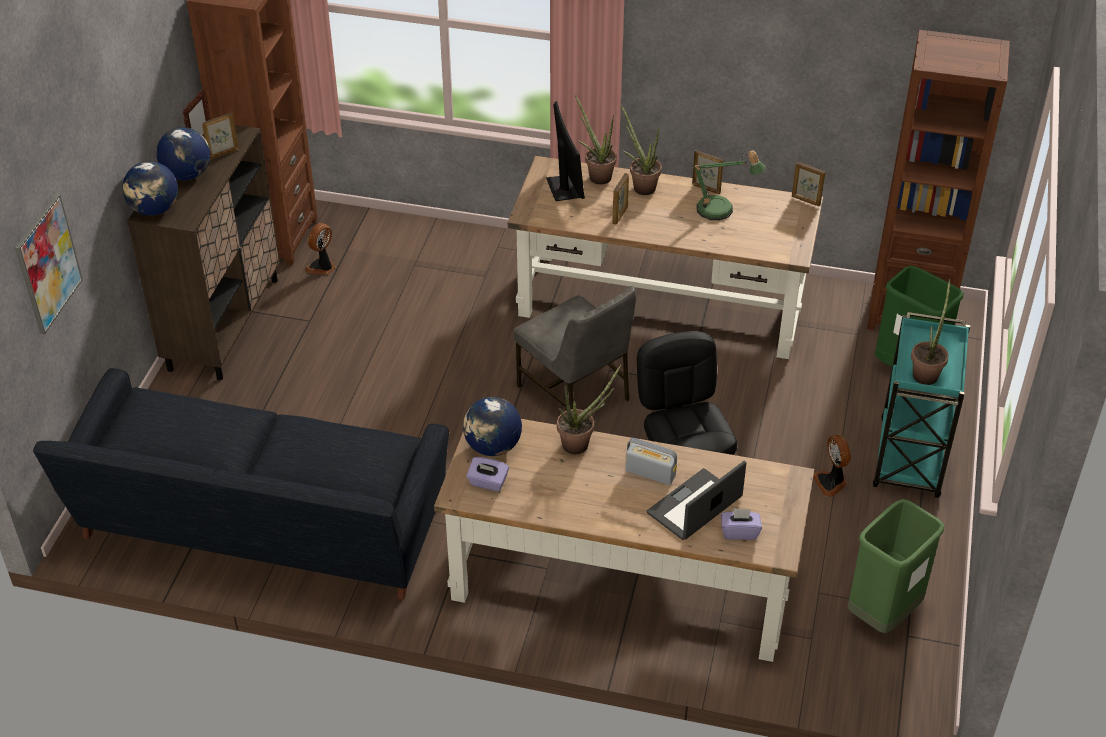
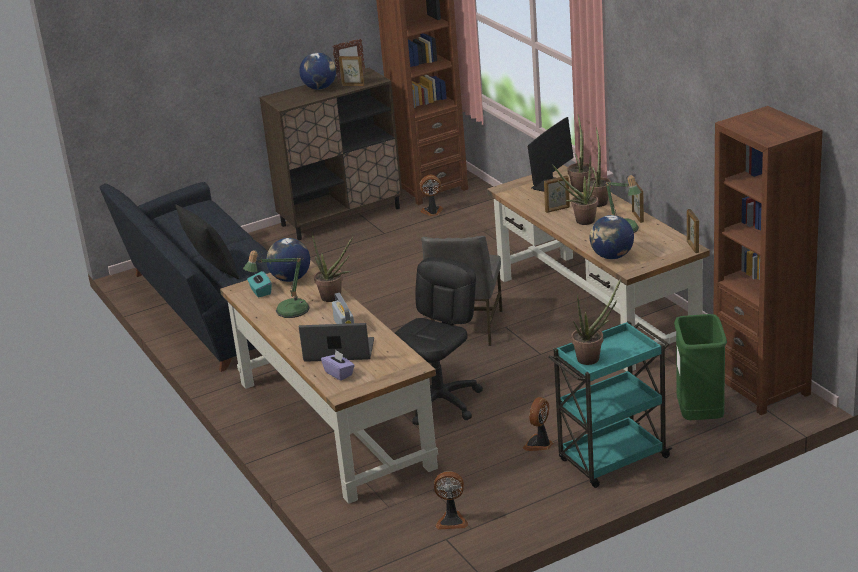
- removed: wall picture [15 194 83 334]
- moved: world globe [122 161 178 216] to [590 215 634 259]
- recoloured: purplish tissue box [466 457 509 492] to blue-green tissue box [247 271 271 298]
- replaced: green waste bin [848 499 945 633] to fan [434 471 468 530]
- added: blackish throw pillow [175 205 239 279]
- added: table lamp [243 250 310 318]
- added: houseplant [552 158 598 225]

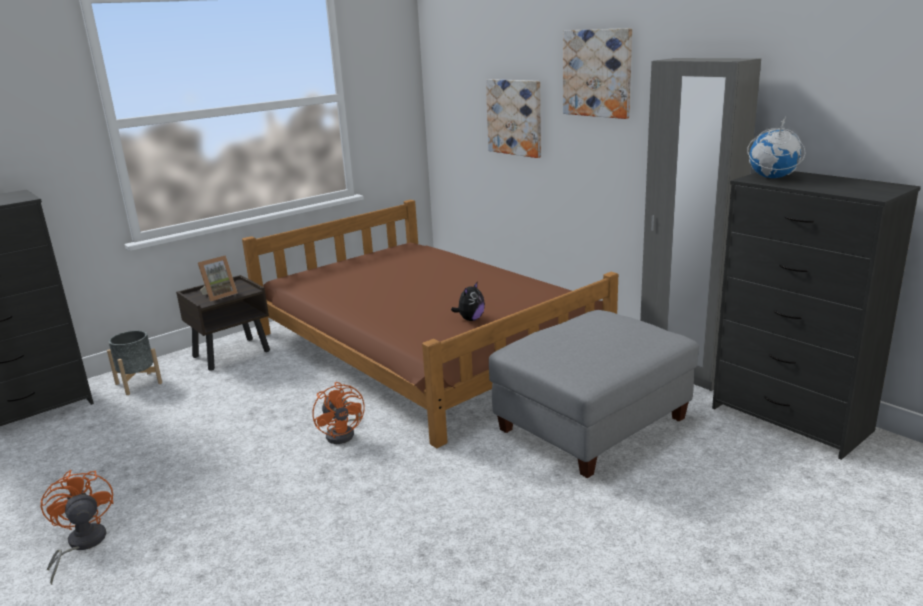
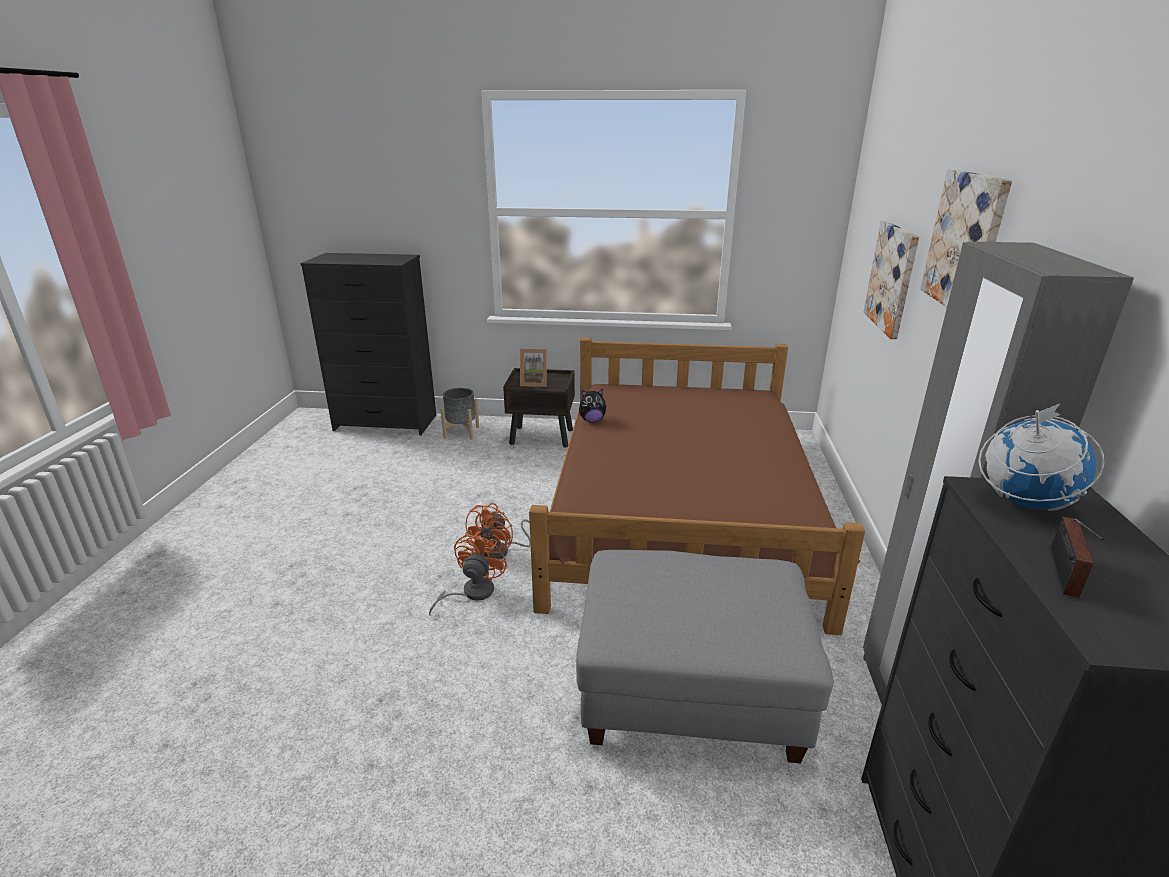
- moved: orangey fan [41 470 114 585] to [429 531 507 615]
- moved: cuddly toy [451 281 485 321] to [579 389 607 422]
- added: radio set [1050 516 1104 598]

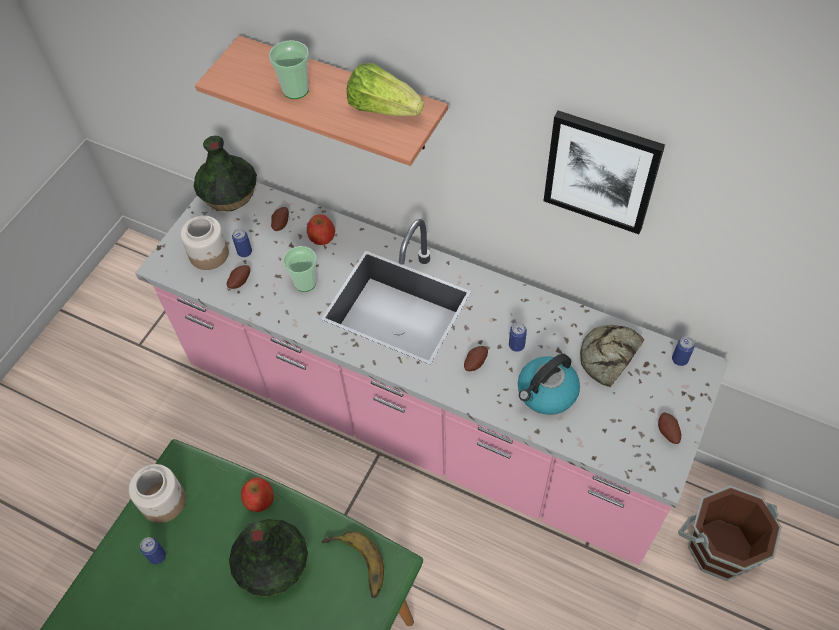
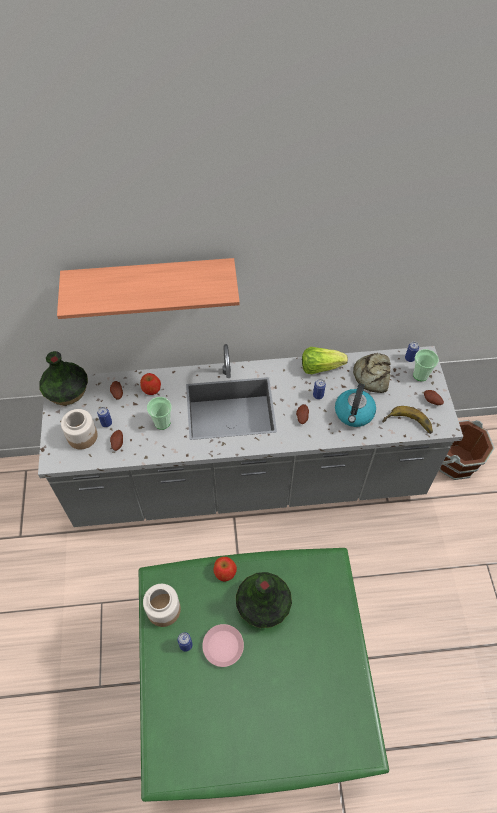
- recoloured: pink-coloured kitchen base unit [135 182 729 565] to grey kitchen base unit [38 344 463 527]
- moved: drinking cup [269 40 309 99] to [413 349 439 381]
- moved: banana [322 531 384 598] to [382 406 433 434]
- moved: head of lettuce [347 63 424 116] to [302 347 348 374]
- removed: wall picture [544 111 665 234]
- added: pink-coloured plate [202 624 244 667]

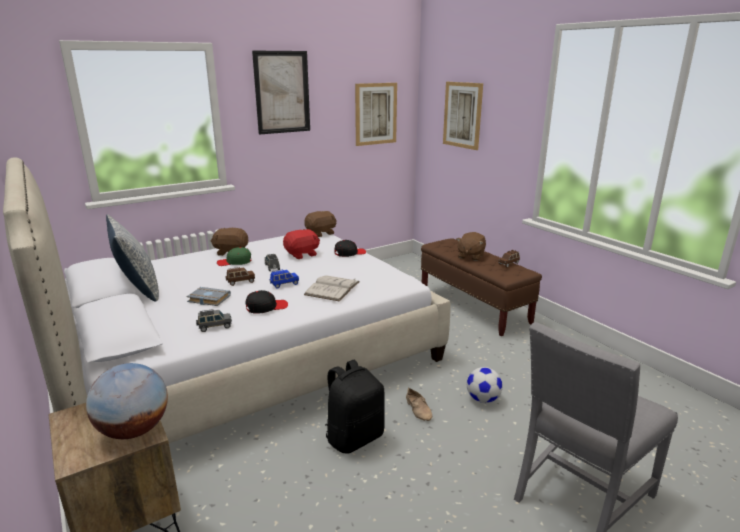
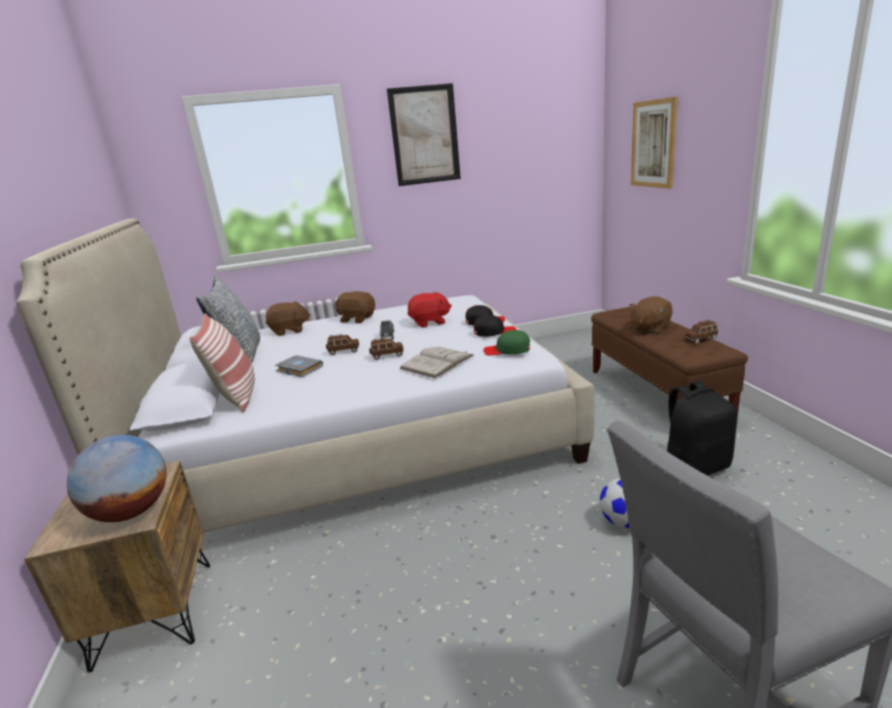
- removed: grey model car [196 309 232 332]
- moved: green baseball cap [217 247 251 266] to [483 330 530 356]
- moved: blackish baseball cap [246 290 288 314] to [474 315 516 337]
- recoloured: blue model car [270 269 299 289] to brown model car [369 338 404 360]
- moved: brown cuddly toy [304 211 337 237] to [266 301 311 336]
- moved: blackish backpack [325 360 385 454] to [667 381 738 475]
- removed: wall picture [355 83 397 146]
- removed: sand-coloured shoe [406 388 432 421]
- added: throw pillow [189 313 255 412]

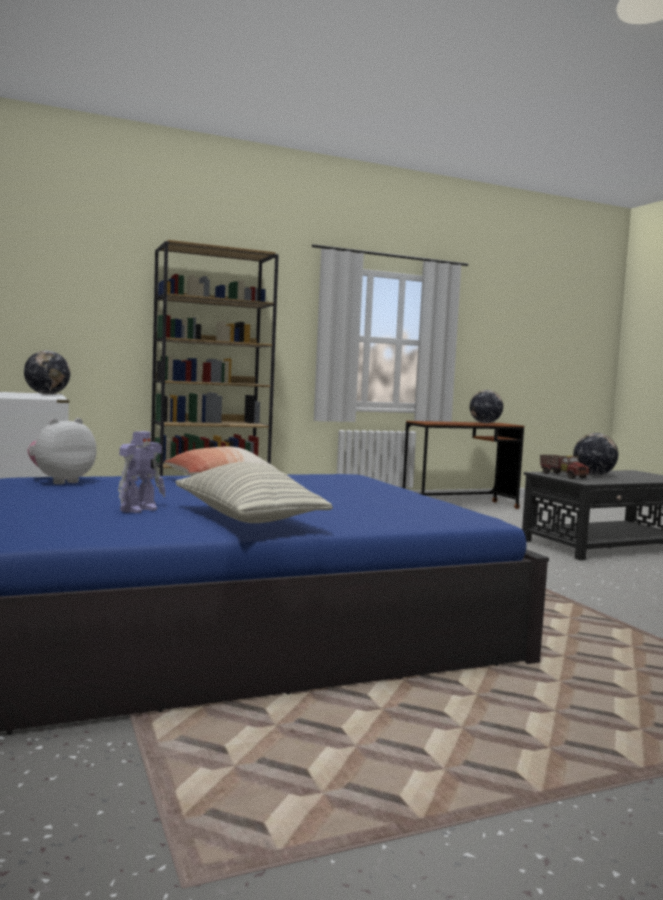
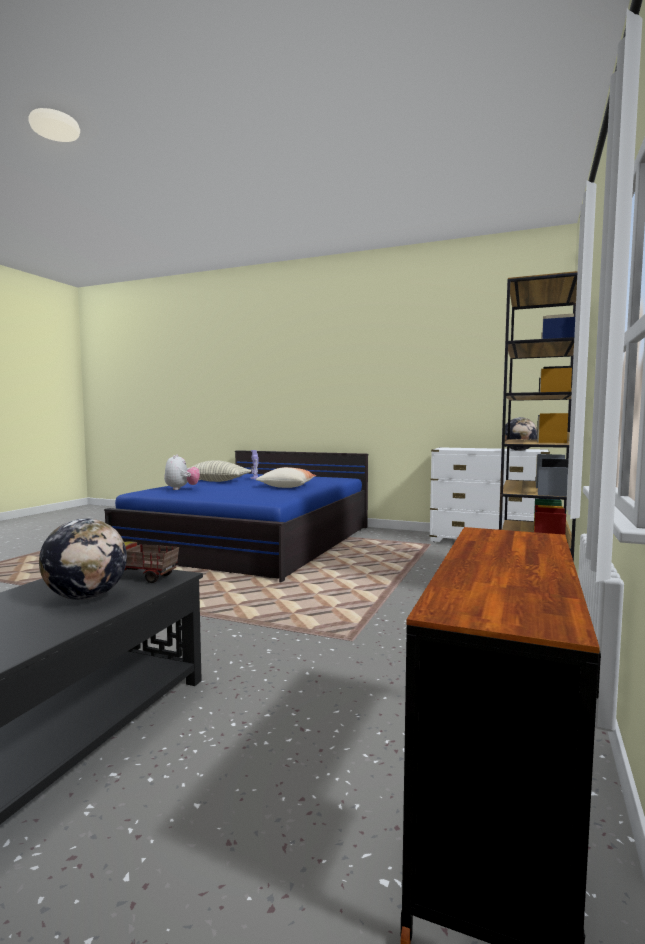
- moved: cuddly toy [27 418 97 484] to [164 454 200 490]
- removed: world globe [470 390 503 423]

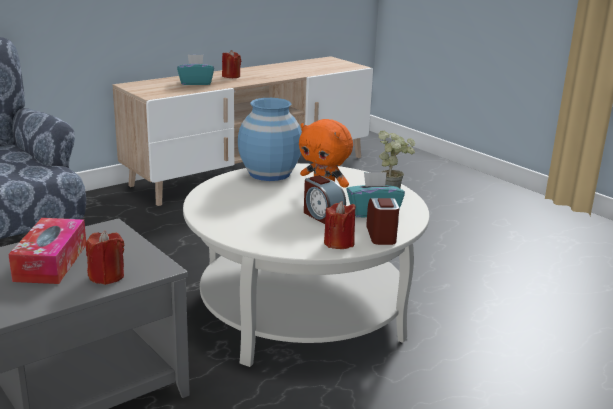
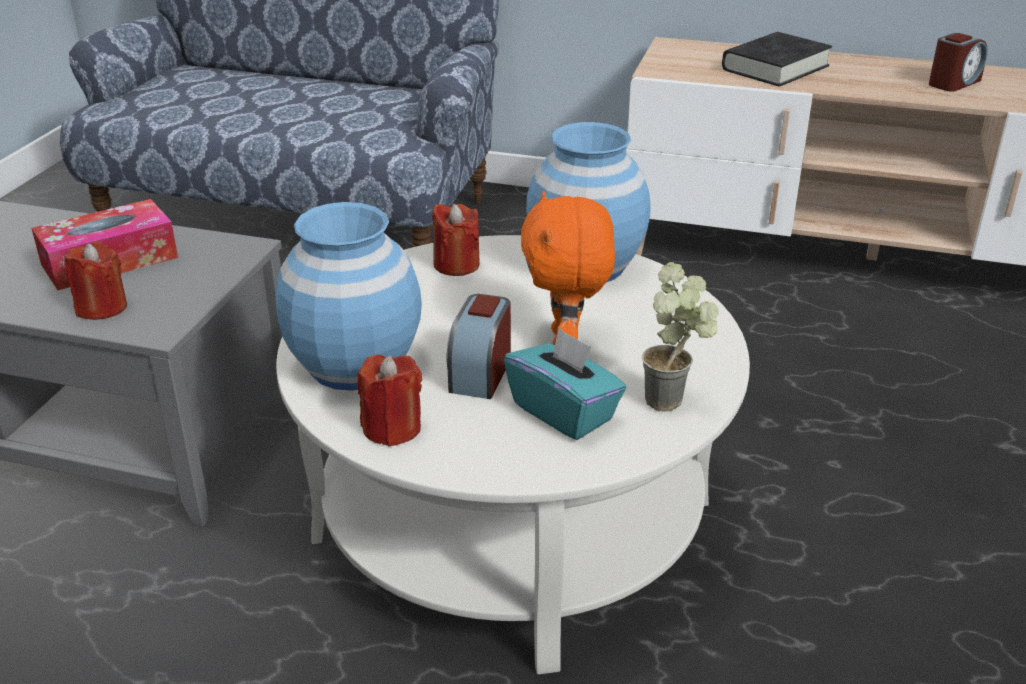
- replaced: blue-green tissue box [177 55 214 85] to blackish volume [722 32 832 87]
- moved: red wax light [222 50 241 78] to [432 204 480 276]
- moved: table clock [366 198 399 245] to [929 33 987 92]
- added: blue vase [275 202 422 391]

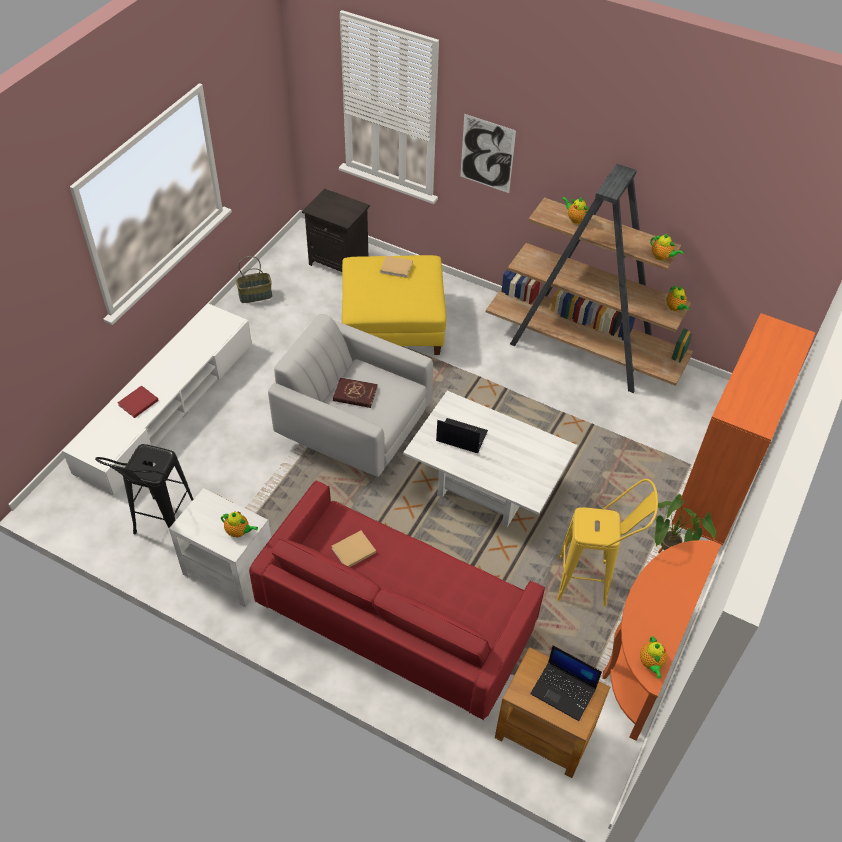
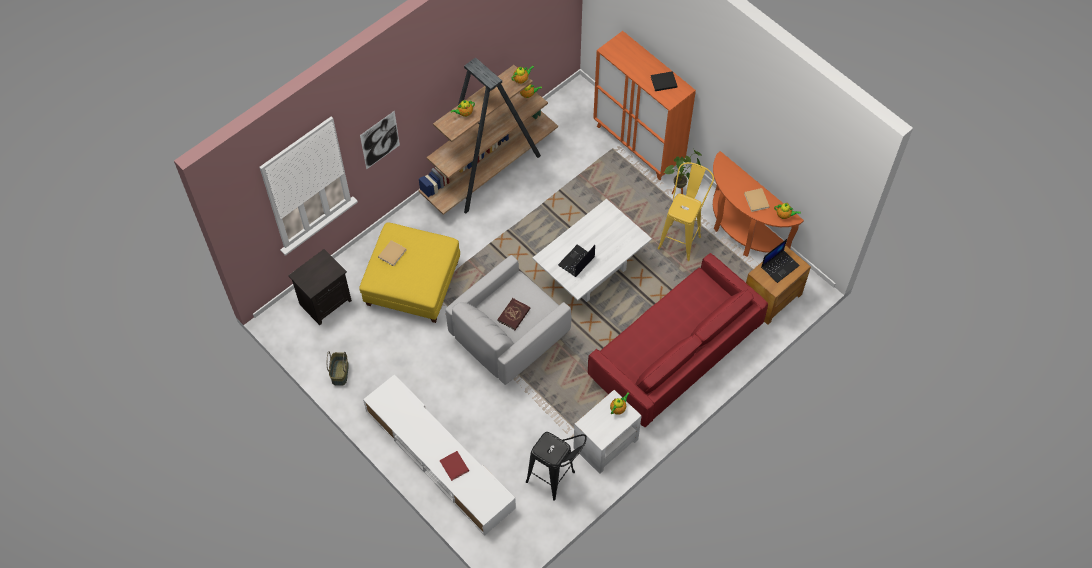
- moved: sand-coloured volume [332 531 376 567] to [744 188 770 212]
- added: blackish volume [651 71 677 91]

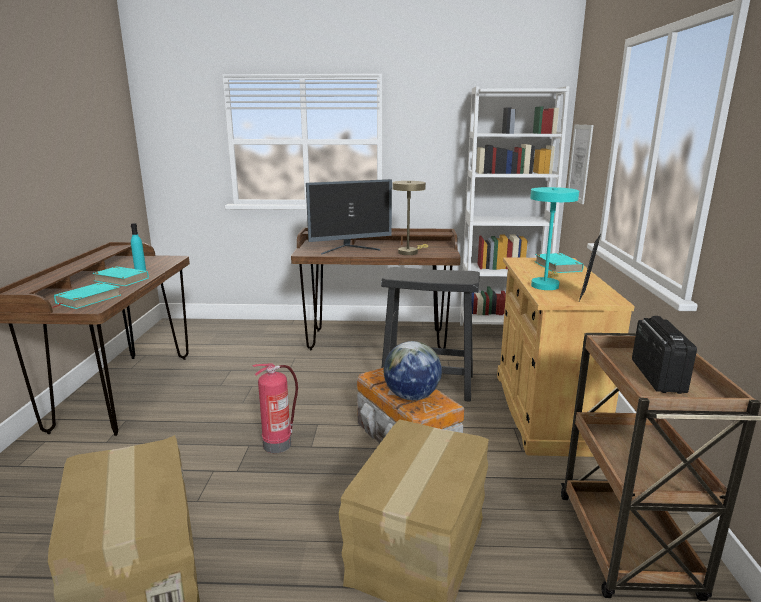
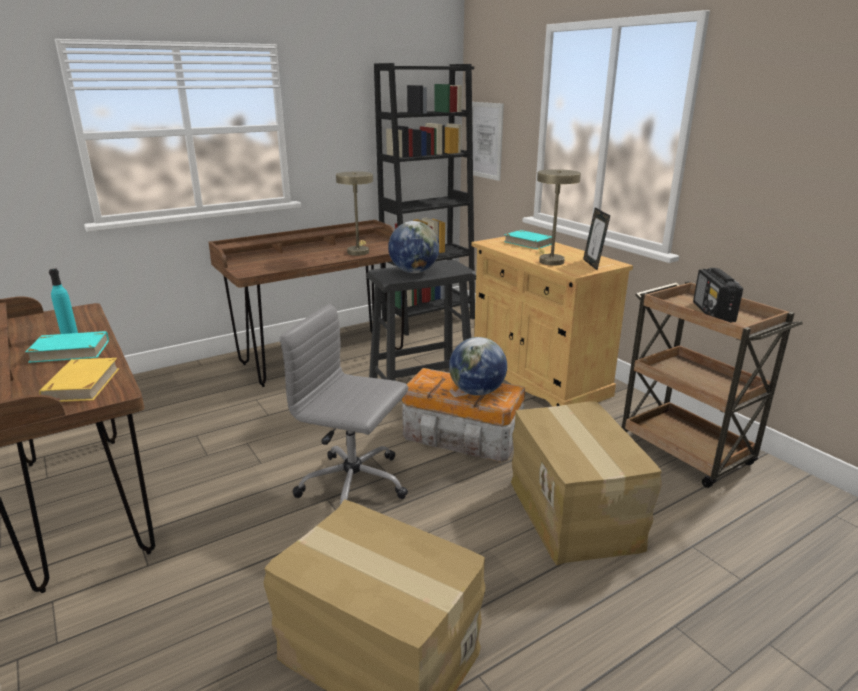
- recoloured: blue-green volume [52 282 121 309] to yellow-coloured volume [39 358 119 402]
- replaced: fire-fighting cylinder [252 363 298 453] to grey office chair [279 304 408 505]
- removed: monitor [306 179 392 255]
- recoloured: white-coloured bookcase [460 86 569 326] to blackish bookcase [374 63 475 336]
- recoloured: blue-green table lamp [530 187 579 290] to sand-coloured table lamp [537 169 581 266]
- turned: radio set [632 316 697 394] = [693 268 743 323] 150 degrees counterclockwise
- added: world globe [388 221 439 273]

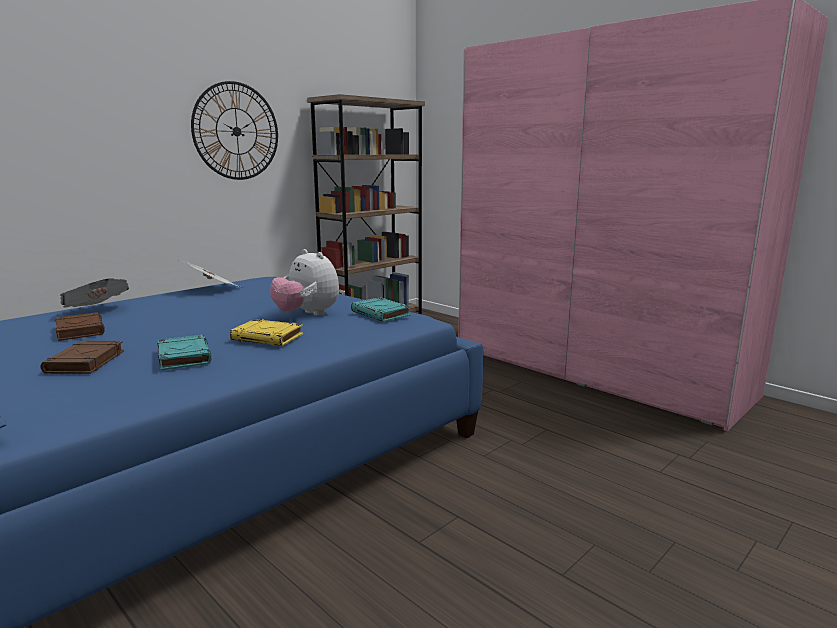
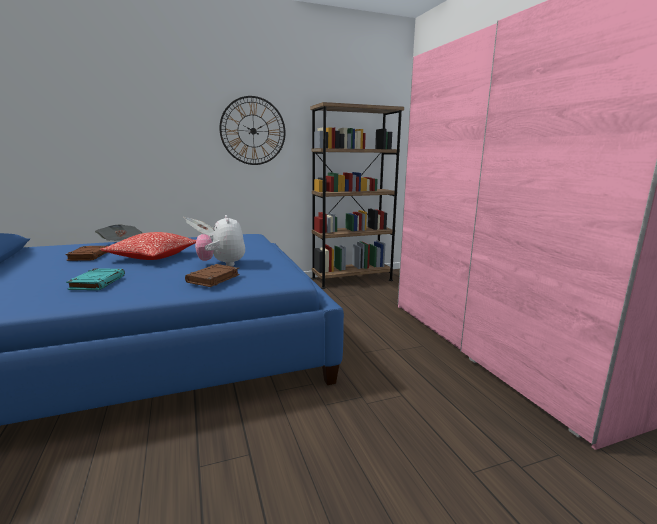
- moved: brown volume [41 341 124 374] to [185 264 240 287]
- removed: yellow-coloured volume [230 319 303 346]
- removed: blue-green volume [351 297 411 322]
- added: throw pillow [100 232 196 260]

